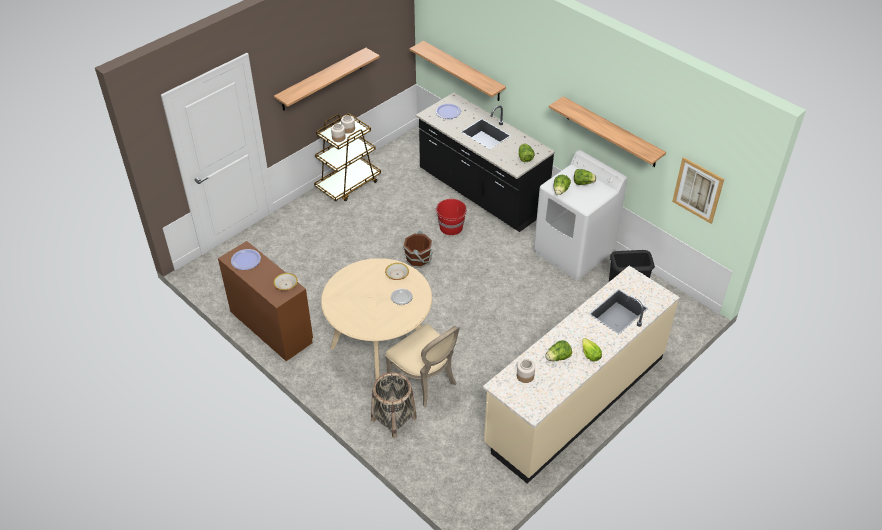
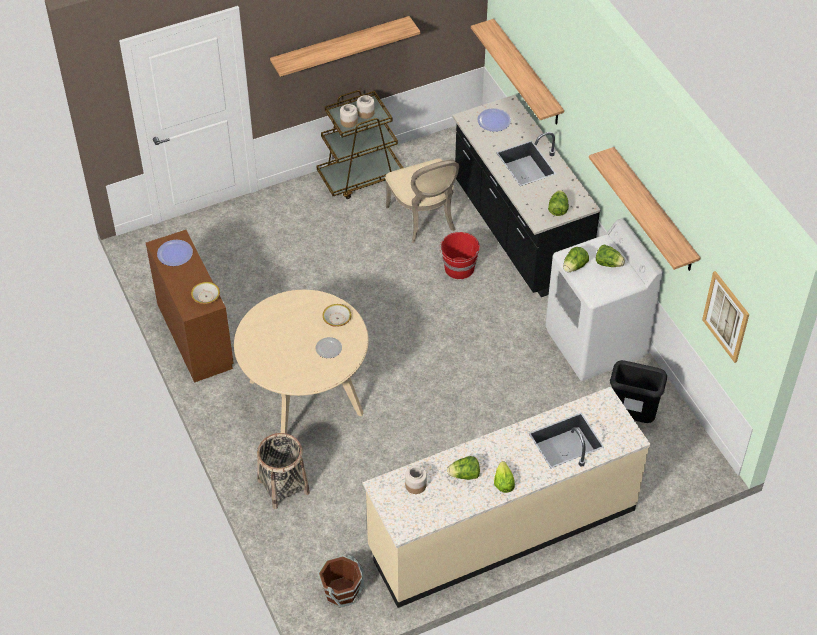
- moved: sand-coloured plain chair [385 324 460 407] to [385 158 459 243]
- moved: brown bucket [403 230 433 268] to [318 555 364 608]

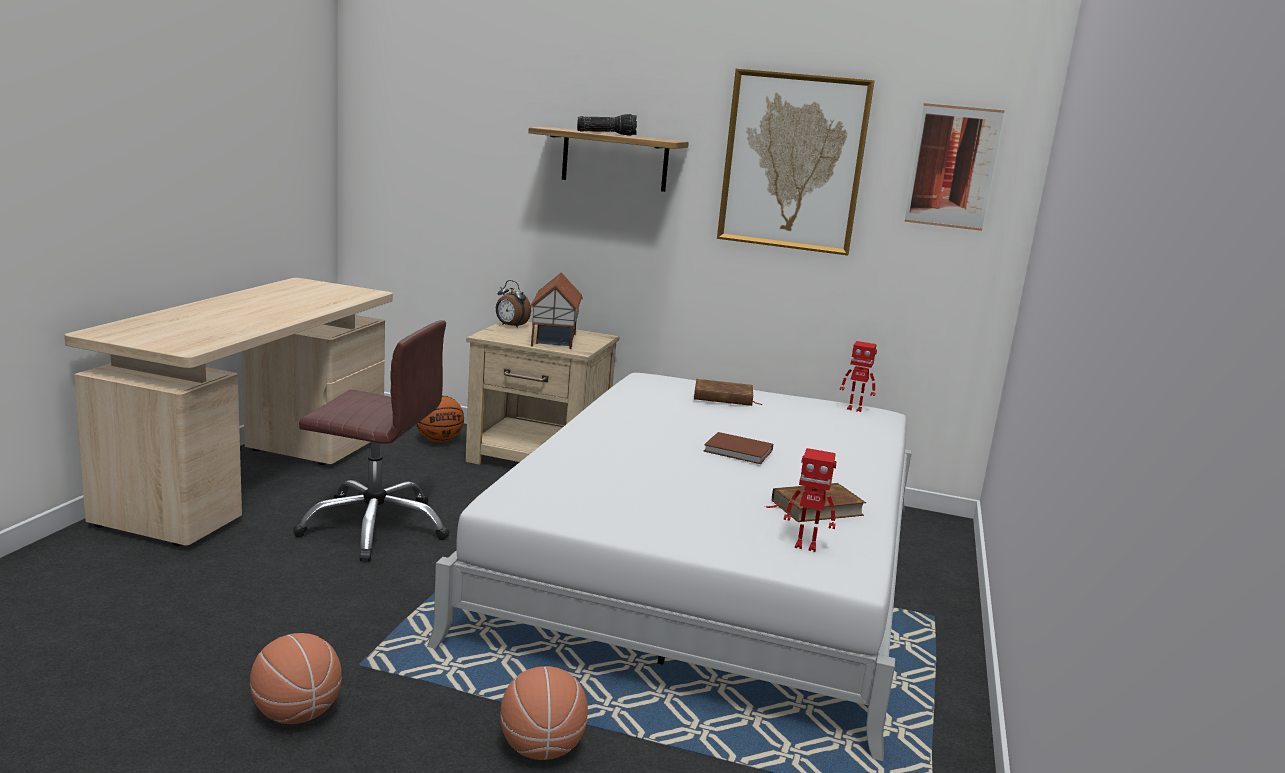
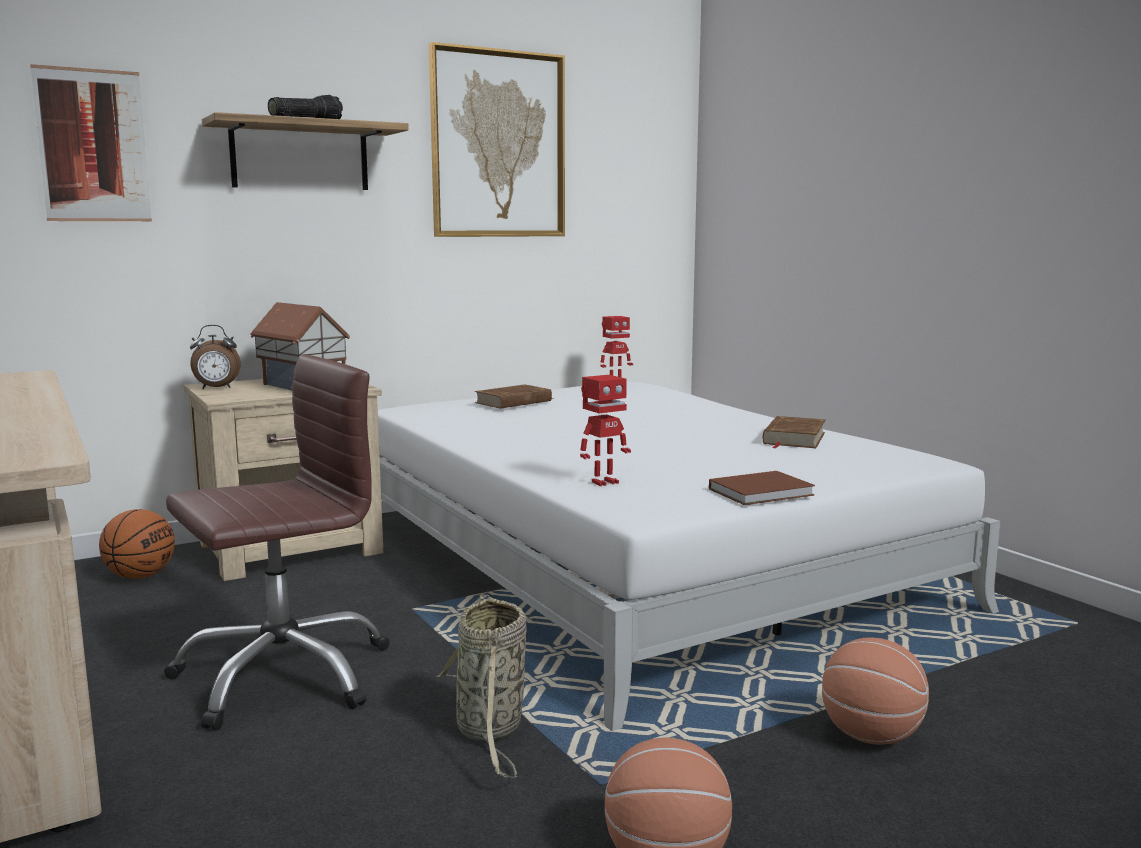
- moved: brown volume [703 432 773 464] to [709 471 815 505]
- moved: robot figure [784 448 836 552] to [580 375 631 486]
- moved: wall picture [904 103 1005 231] to [30 64 152 221]
- added: basket [436 594 527 778]

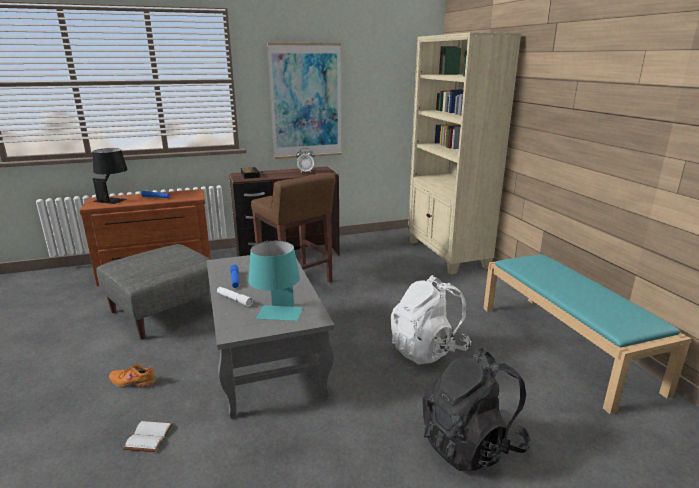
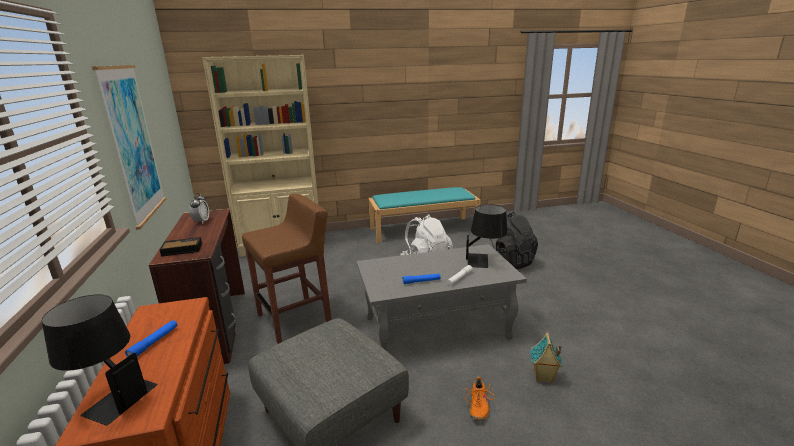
- replaced: white-coloured volume [123 421 173 452] to toy house [530 332 563 384]
- recoloured: blue-green table lamp [249 241 303 321] to blackish table lamp [466 204 508 268]

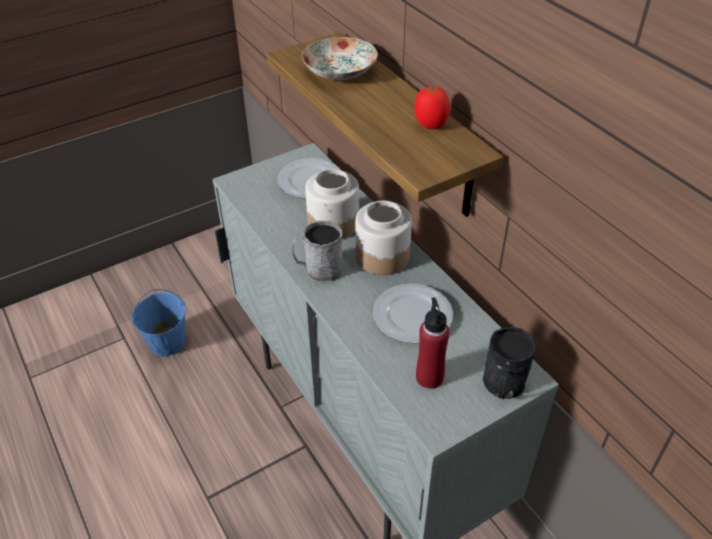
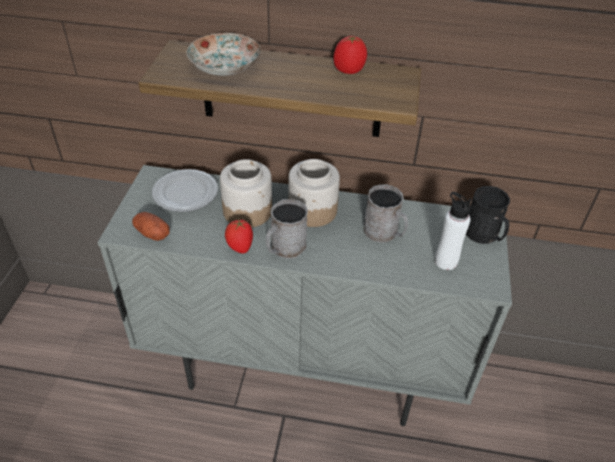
- removed: blue bucket [132 289 186 356]
- replaced: plate [373 284 453 344] to grey tea mug [364 184 408 243]
- recoloured: red bottle [416 298 449 389] to white-coloured bottle [435 192 472 270]
- added: whole potato [132 212 170 241]
- added: fresh tomato [225 220 253 253]

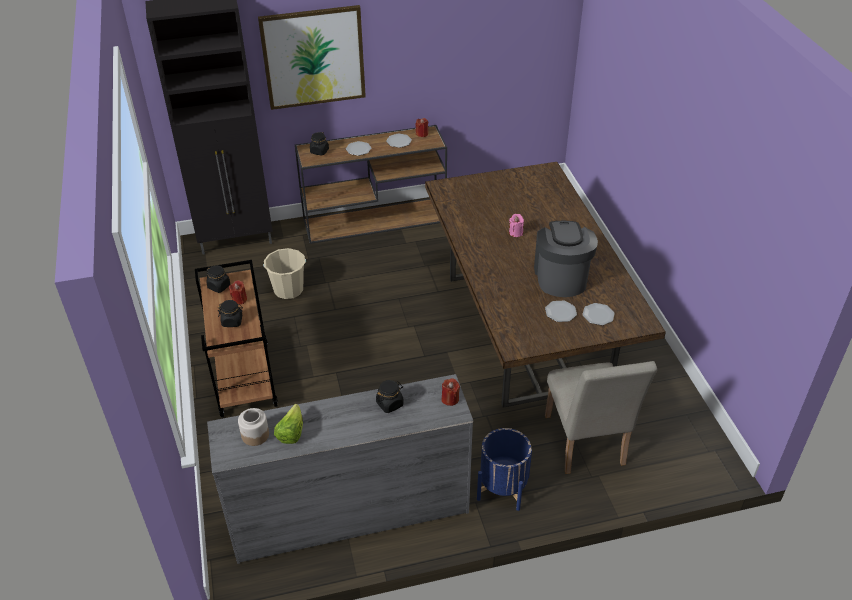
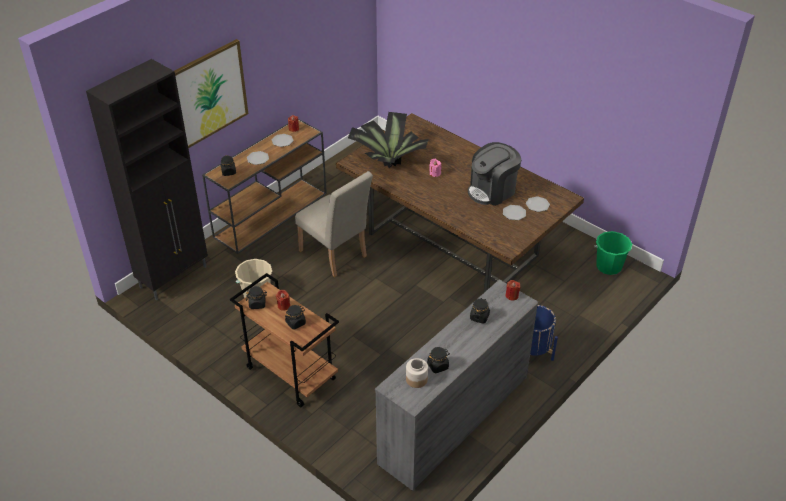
- replaced: head of lettuce [274 404 303 444] to blackish storage jar [427 347 450 373]
- turned: coffee maker [534 221 598 297] = [468 142 521 206] 90 degrees counterclockwise
- moved: sand-coloured plain chair [545 361 657 474] to [295 171 373 277]
- added: houseplant [348 112 428 169]
- added: green bucket [594 231 632 275]

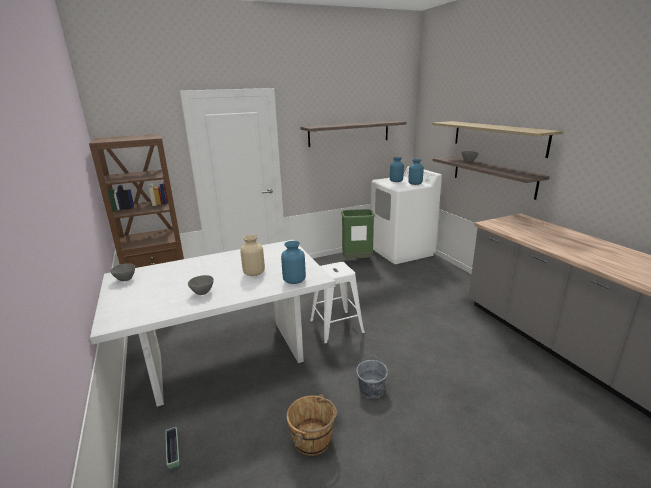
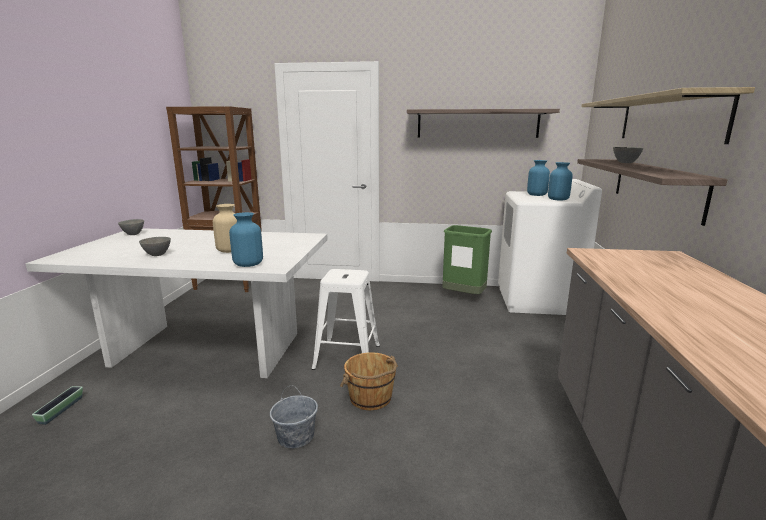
- moved: brown bucket [286 394 337 456] to [340 352 398 410]

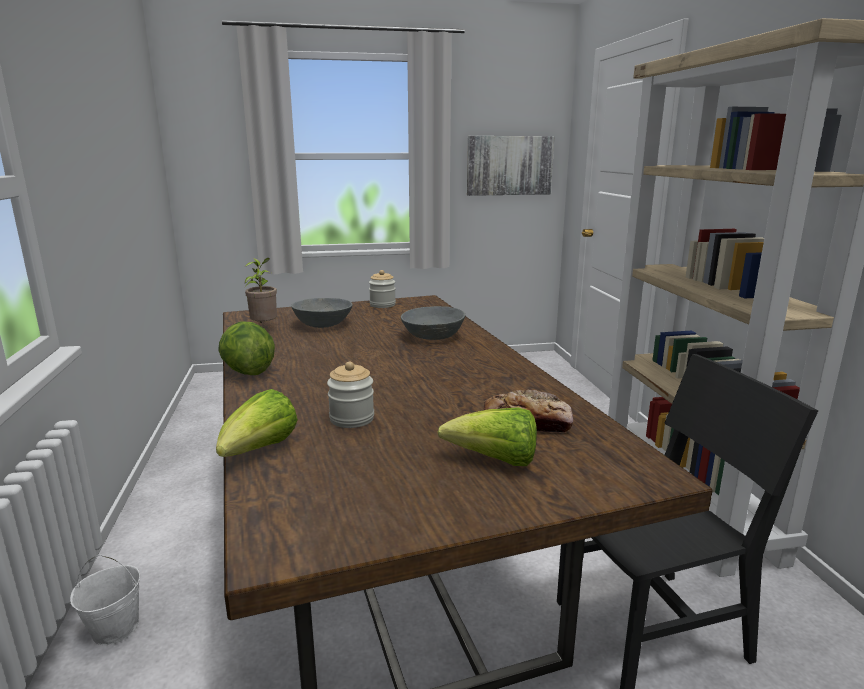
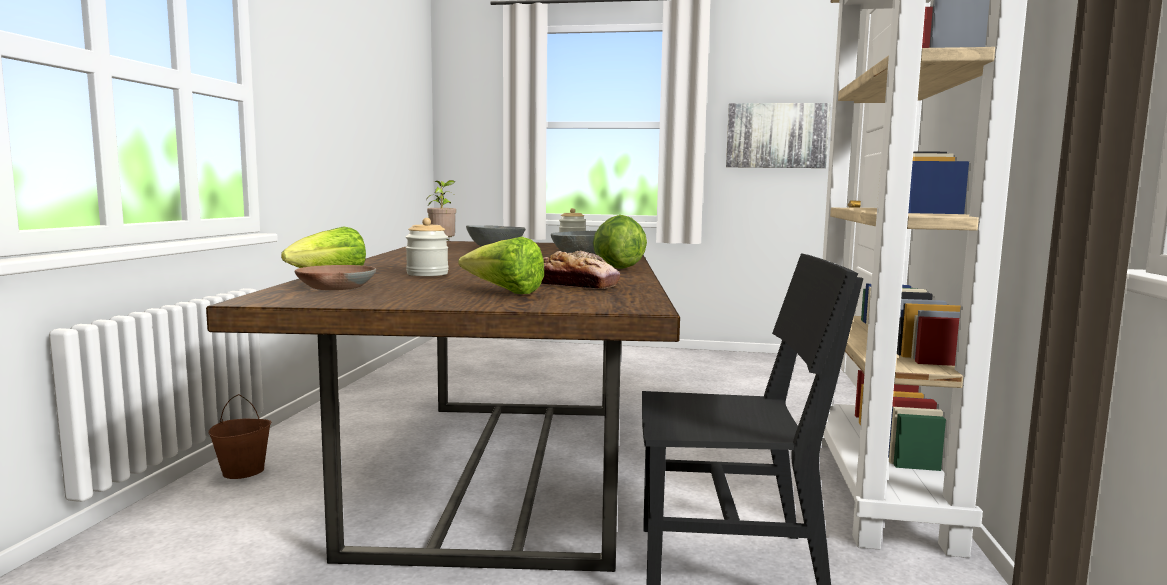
- recoloured: white-coloured bucket [70 555 140 645] to brown bucket [208 394 271 479]
- moved: head of lettuce [218 321 275 375] to [593 215 647 269]
- added: brown deep dish [294 265 376 290]

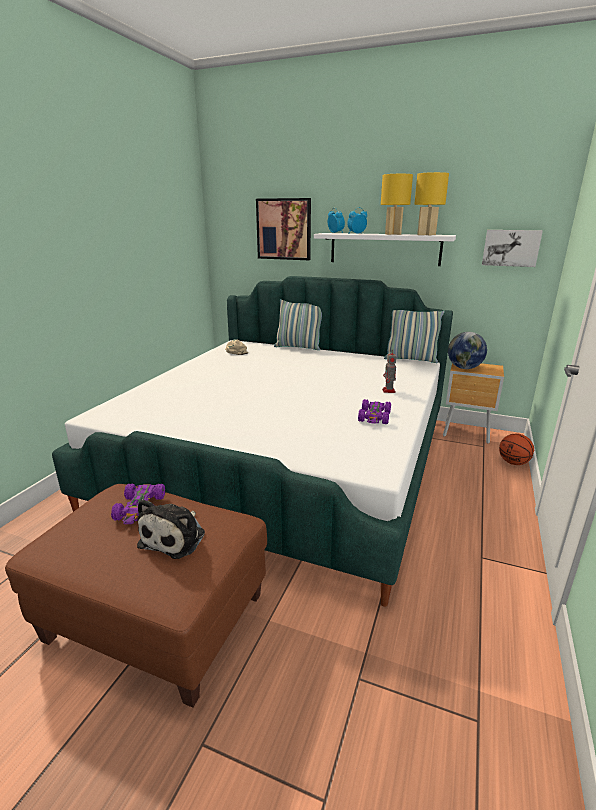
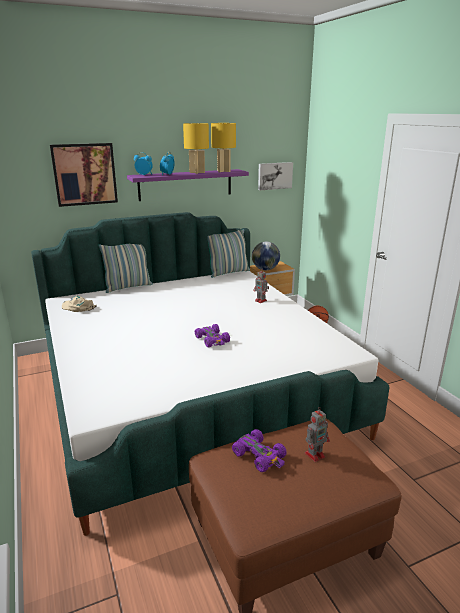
- replaced: cuddly toy [137 499 205 559] to robot figure [305 408 330 462]
- recoloured: white-coloured wall shelf [314 233 456 266] to purplish wall shelf [127 169 249 201]
- moved: purplish model car [358 399 391 424] to [195 324 230 347]

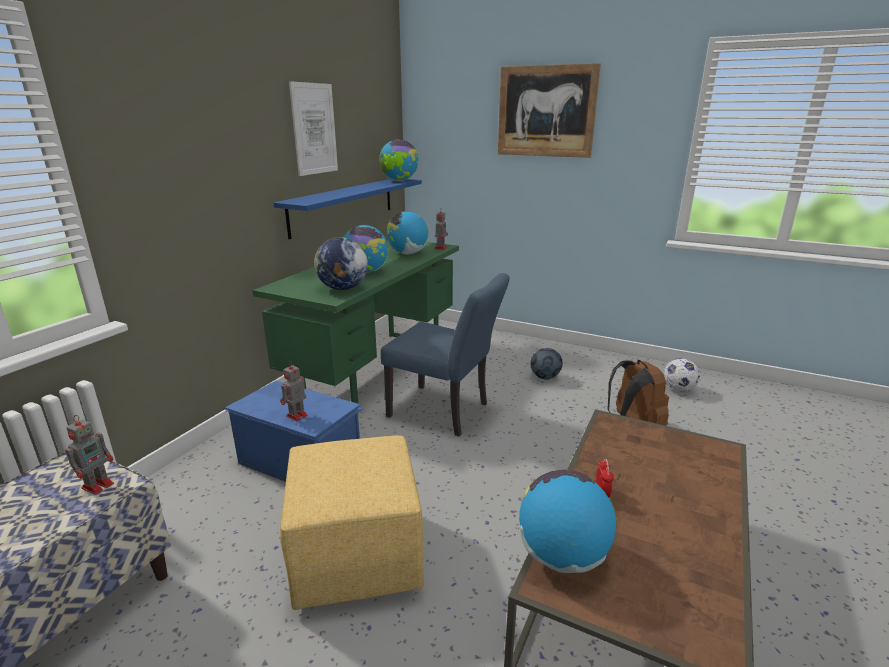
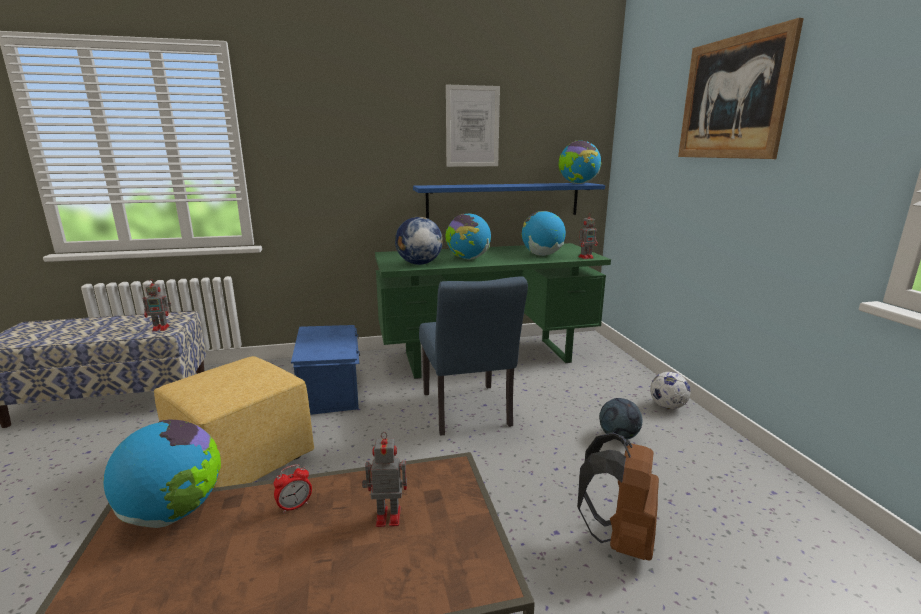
- moved: robot figure [280 361 308 422] to [362 432 407 527]
- moved: ball for football [664 358 700 392] to [650 372 691 409]

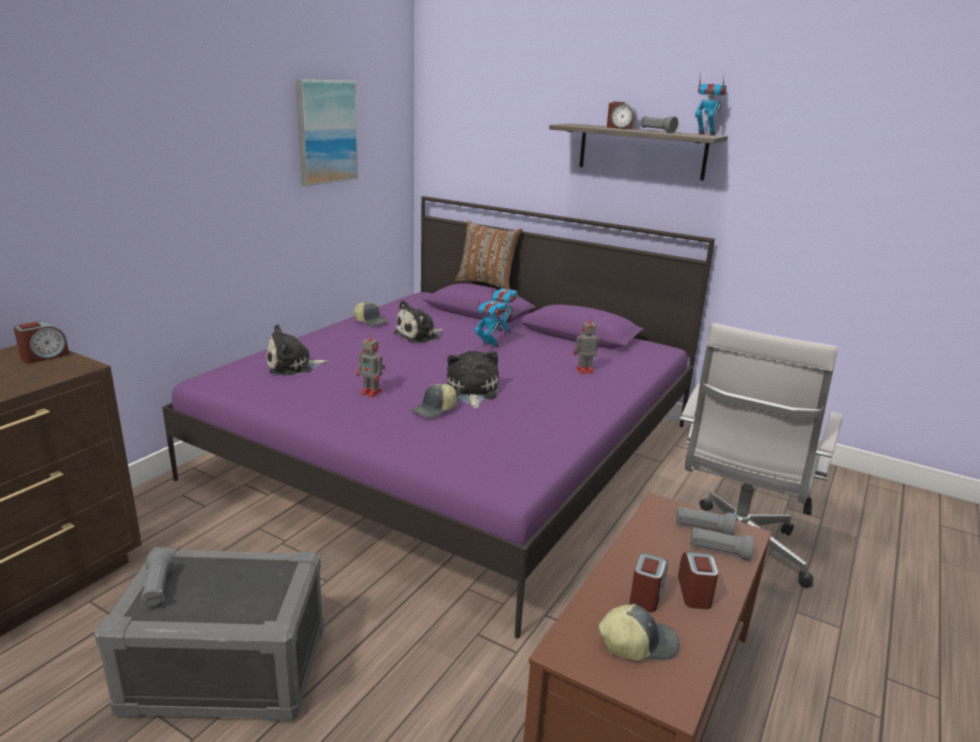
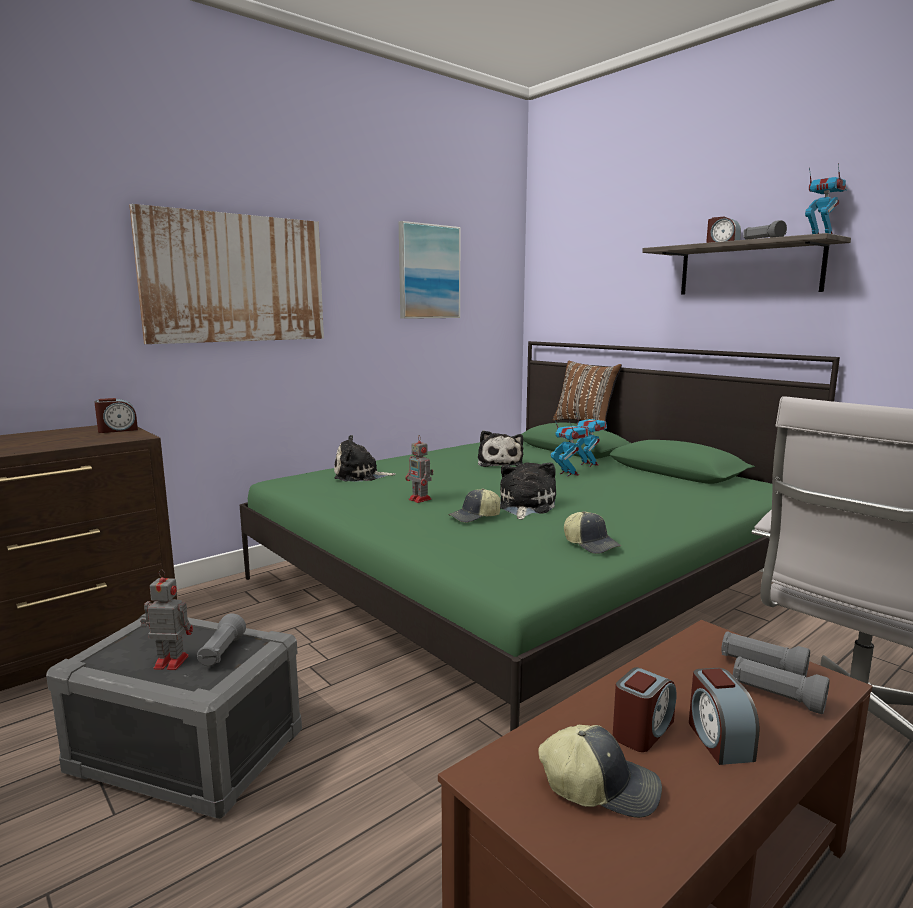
- moved: grey torch [141 550 174 606] to [197 613 246 666]
- recoloured: purplish bedroom bed [162 196 715 638] to green bedroom bed [240 341 840 732]
- moved: baseball cap [354 302 388 327] to [564 511 621 554]
- turned: cuddly toy [394 300 443 343] = [478 430 524 467] 75 degrees counterclockwise
- moved: robot figure [574 317 599 374] to [140 569 193 670]
- turned: table clock [678 552 718 609] = [689 668 760 765] 150 degrees clockwise
- added: wall picture [129 204 324 344]

